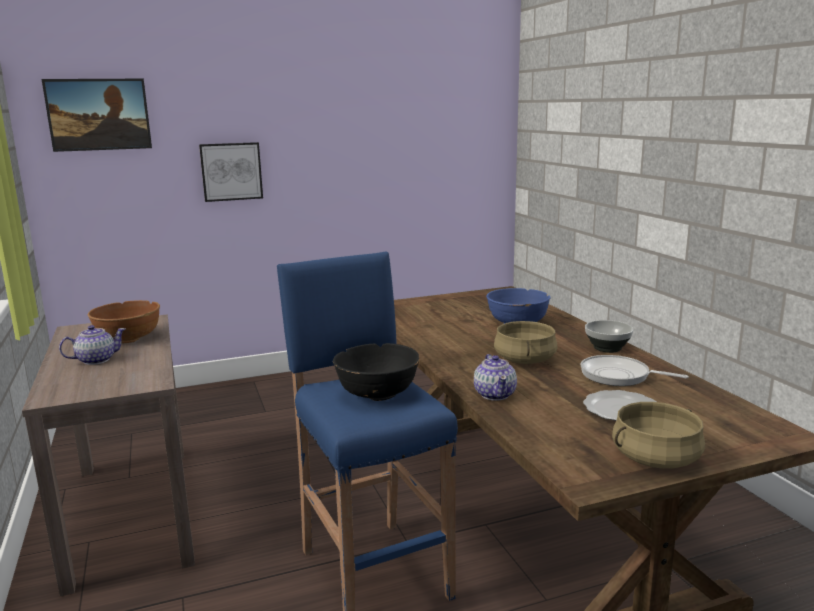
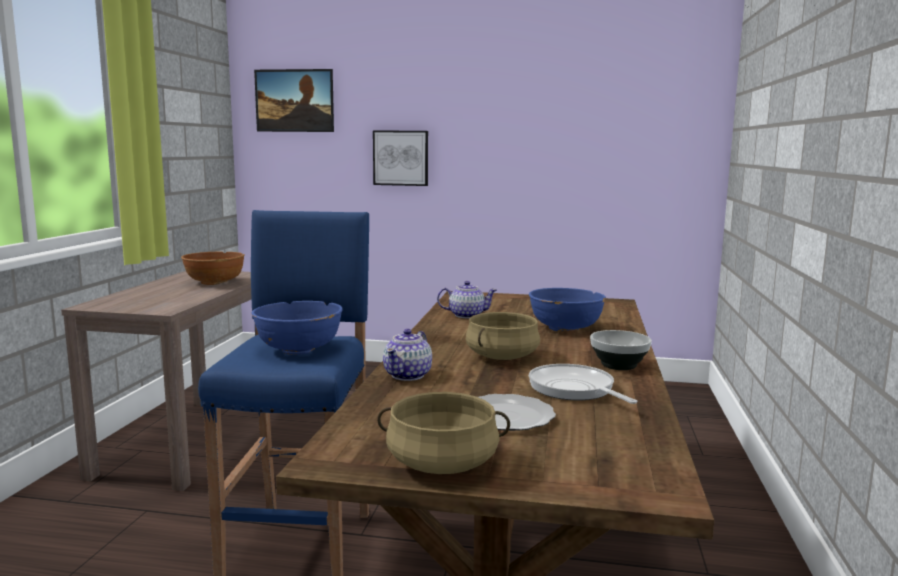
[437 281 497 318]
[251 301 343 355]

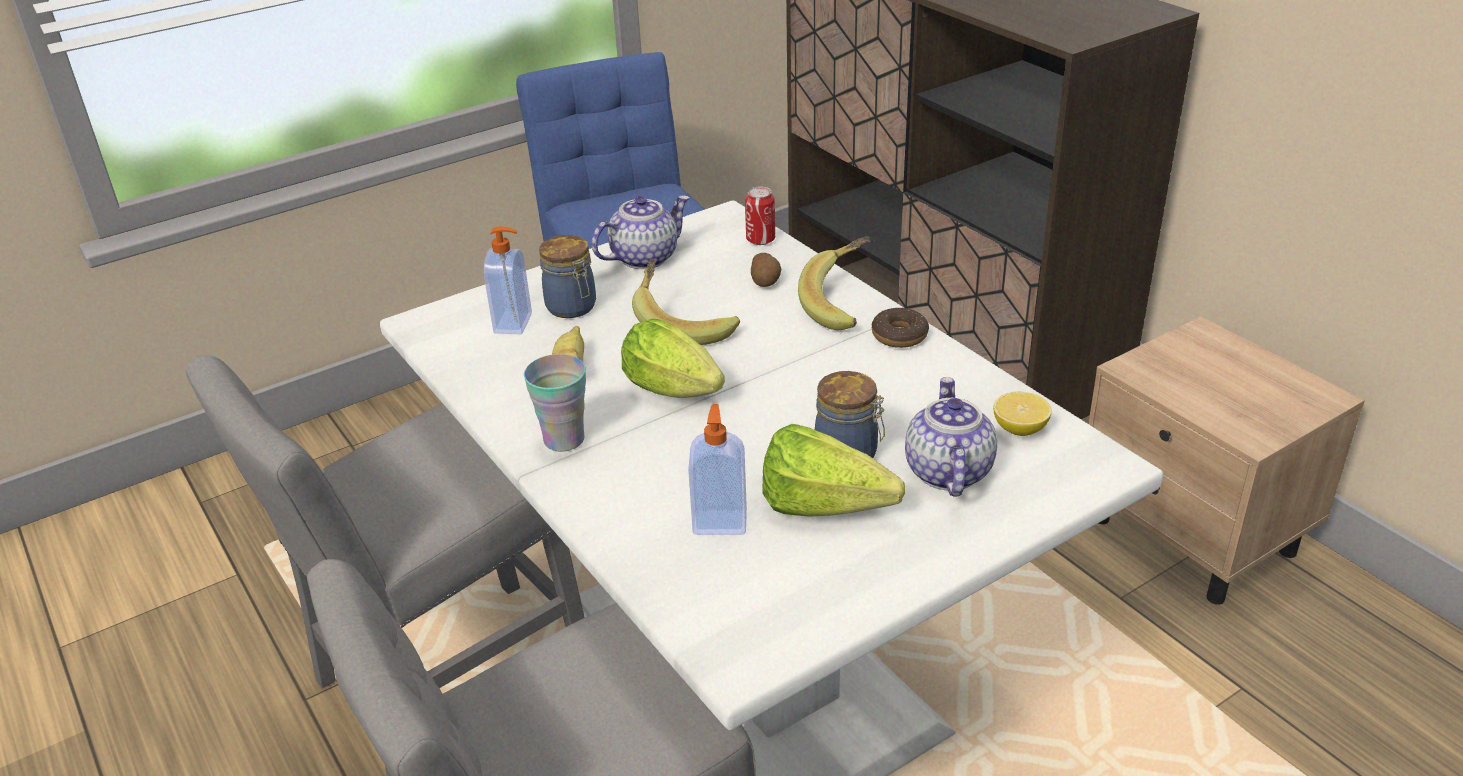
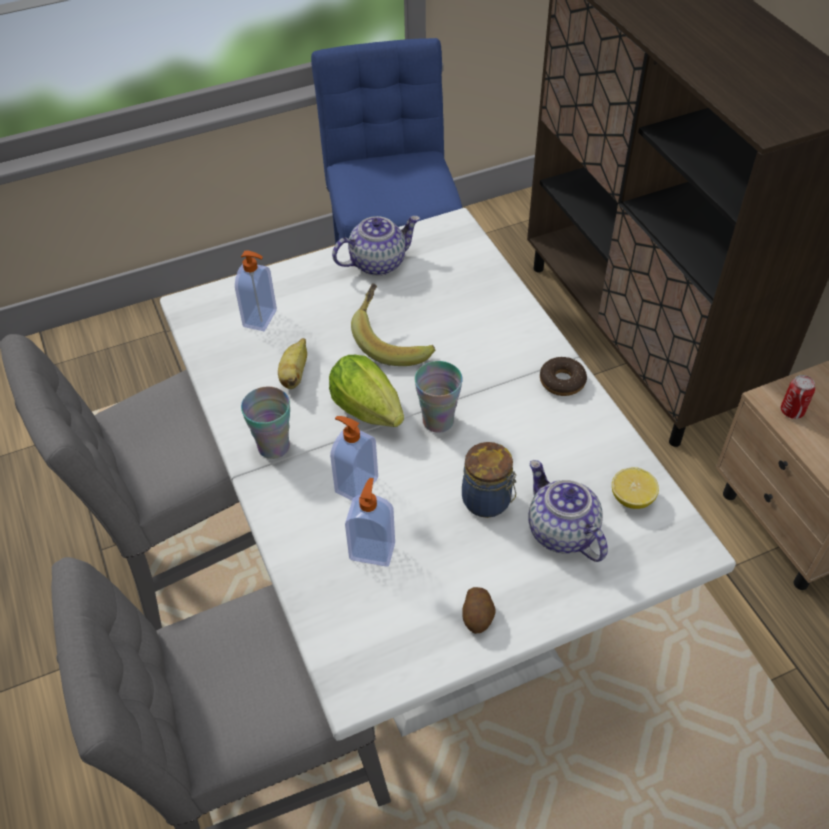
[539 235 596 318] (first image)
[781 375 815 419]
[462 587 496 634]
[762 424 905 517] (first image)
[798 236 870 330] (first image)
[529 460 608 562]
[330 416 378 501]
[415 361 463 433]

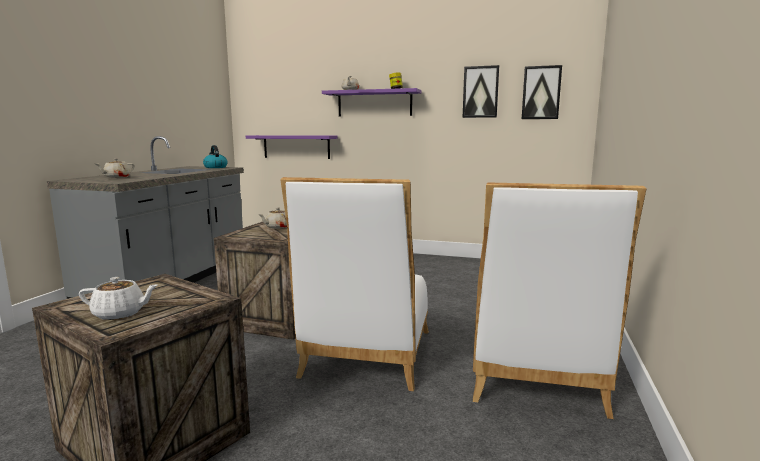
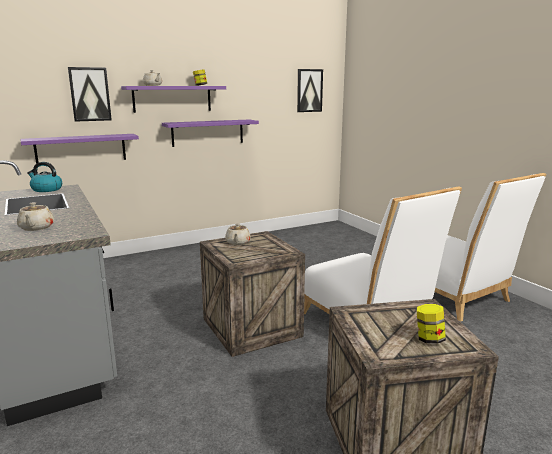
[417 304 446 344]
[68 67 112 122]
[162 119 259 147]

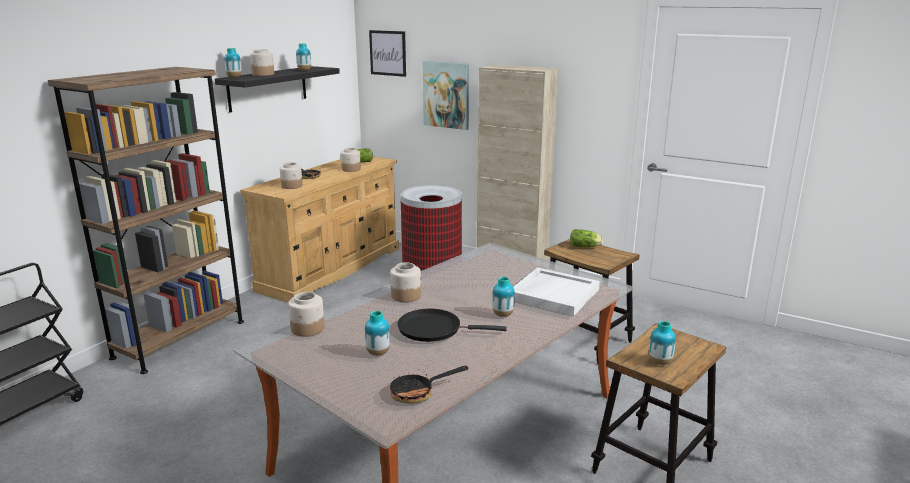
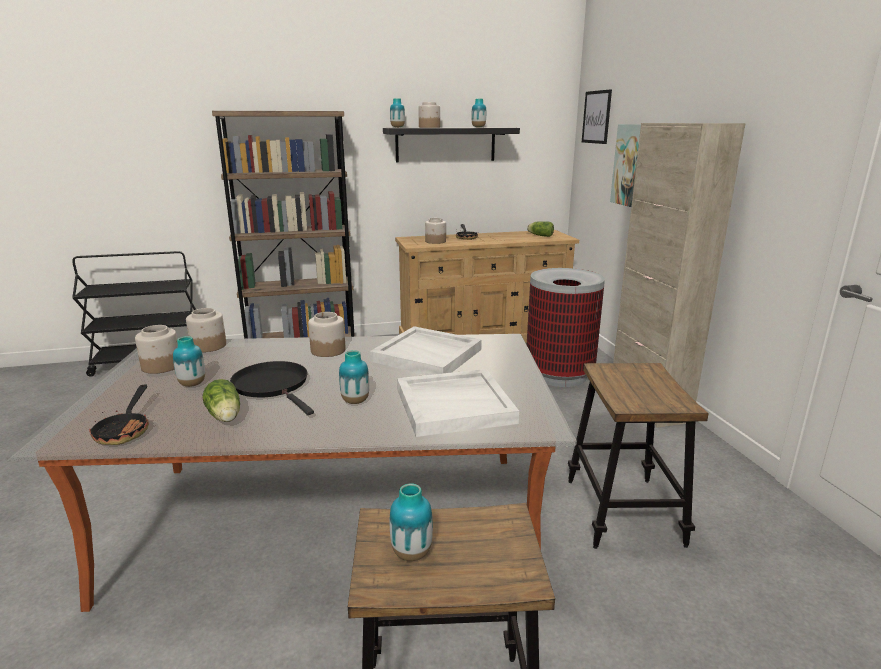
[135 325 178 374]
[89 384 149 445]
[202 379 240 422]
[370 326 482 375]

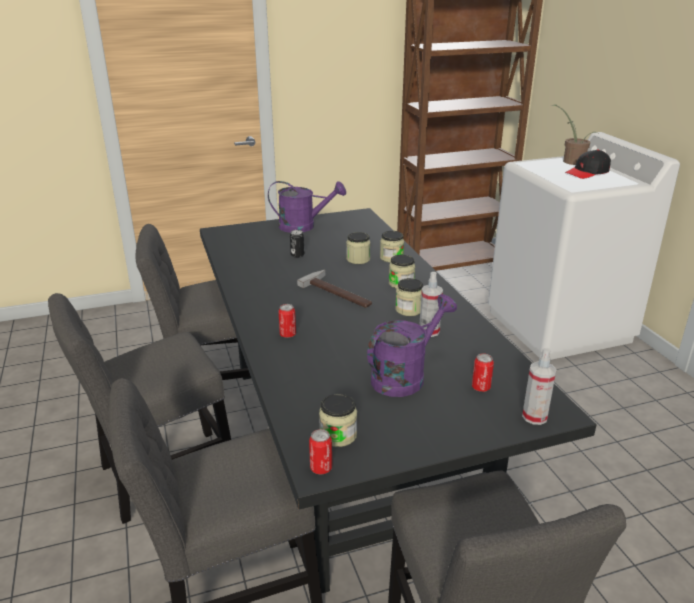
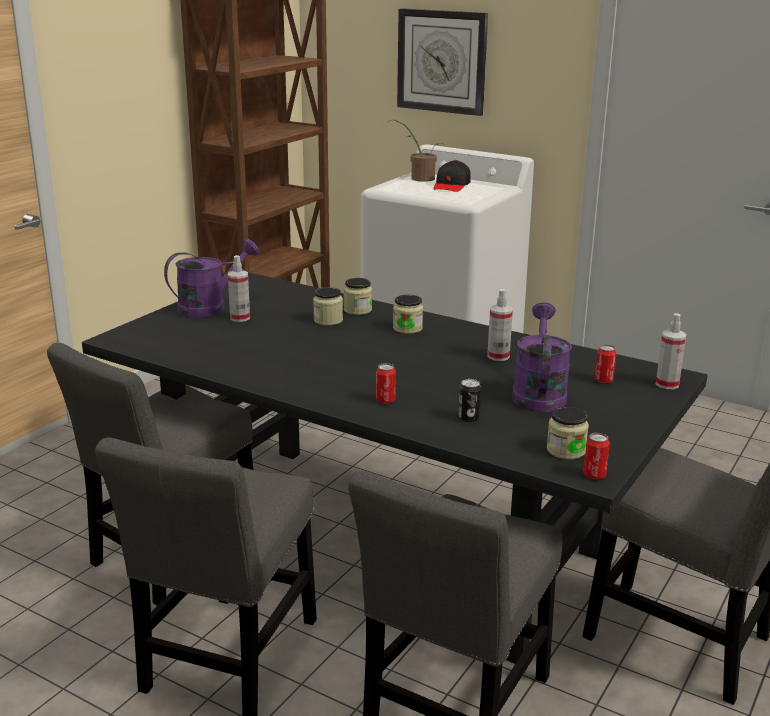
[458 379 481 422]
[297 270 372 308] (first image)
[395 278 423 316] (first image)
[228 255 250 322]
[397 8 488 116]

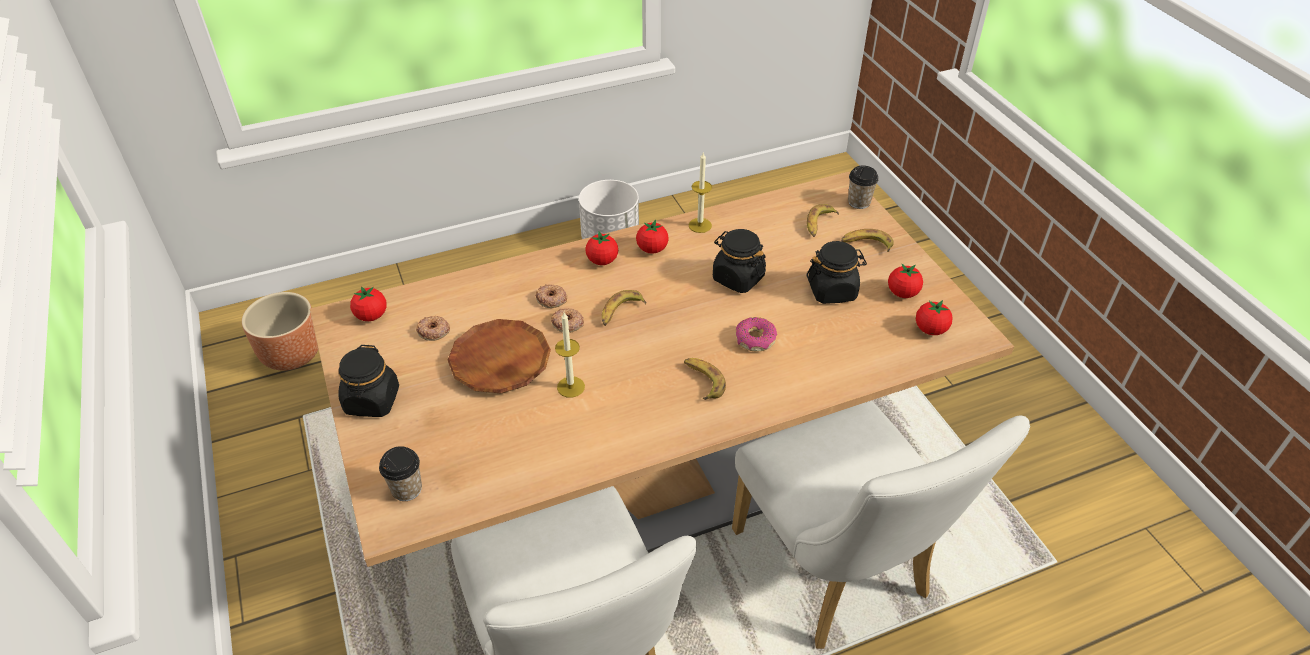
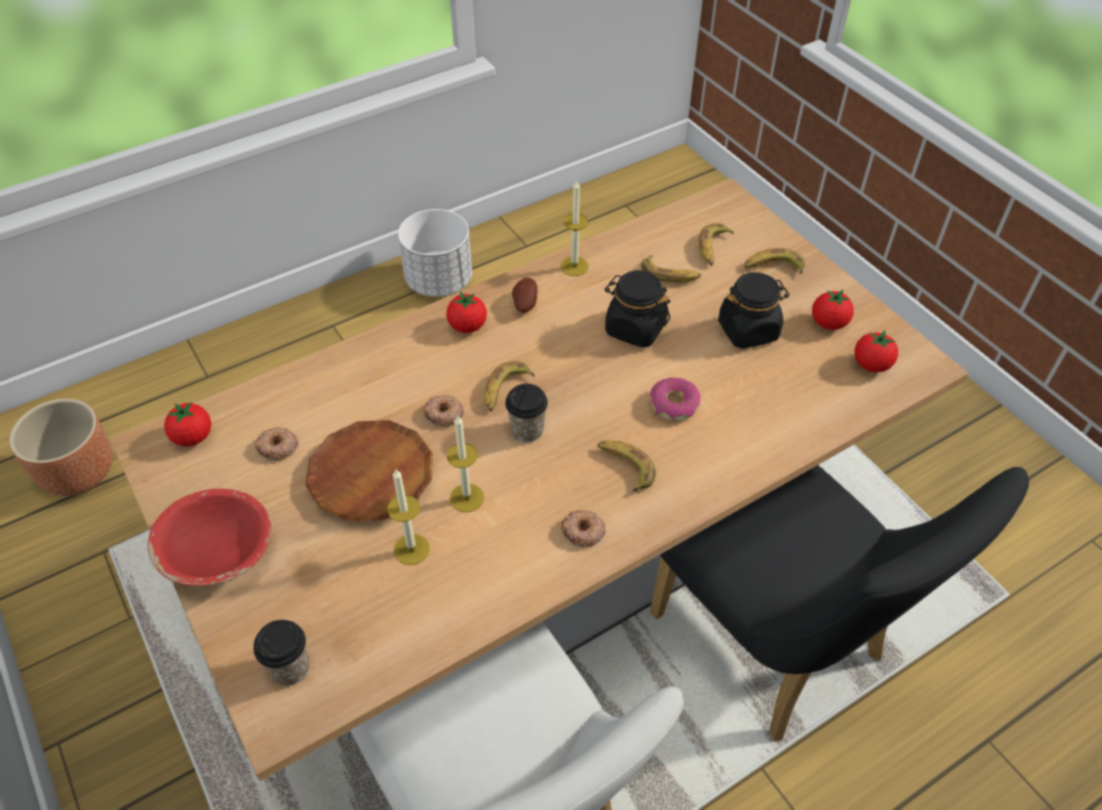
[148 489 271 586]
[561 510 606 548]
[512 278 538 312]
[650 465 1029 741]
[505 383 548 443]
[388 469 430 565]
[641 256 701 283]

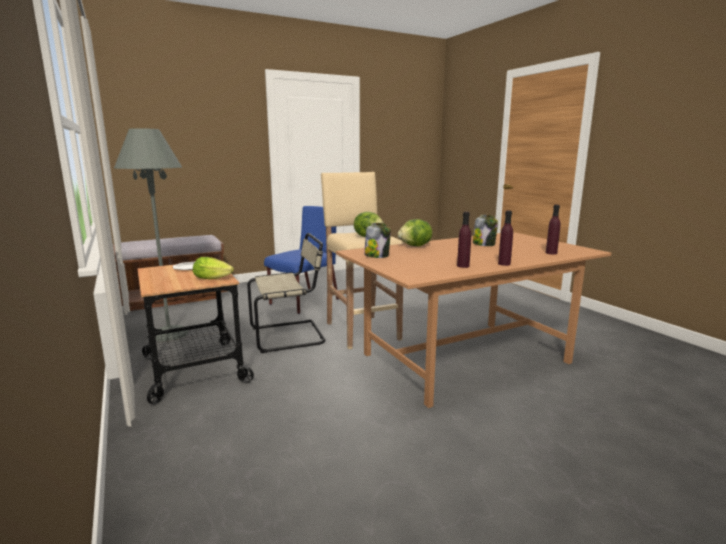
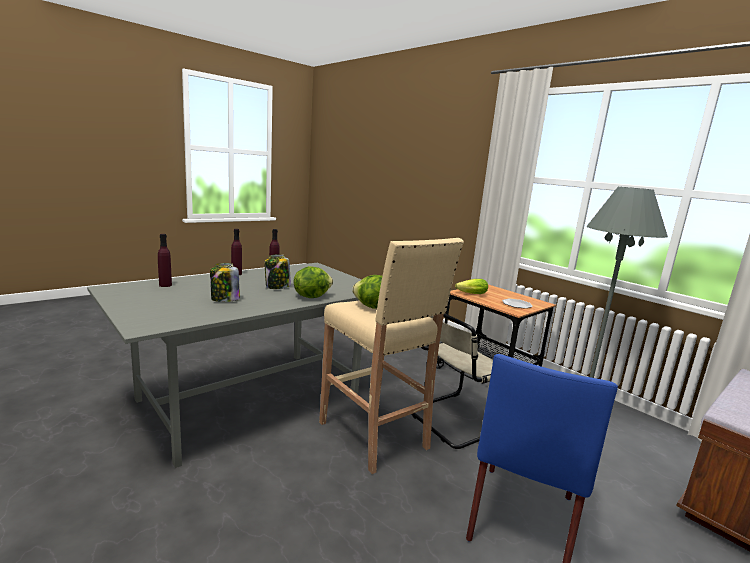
[87 263 362 468]
[265 254 291 289]

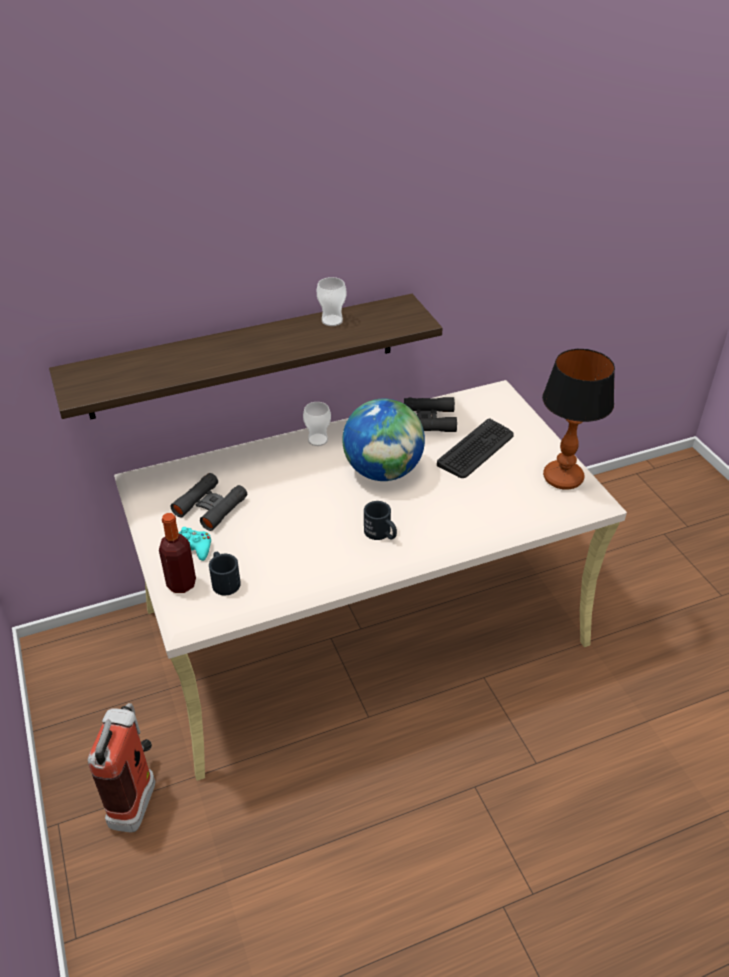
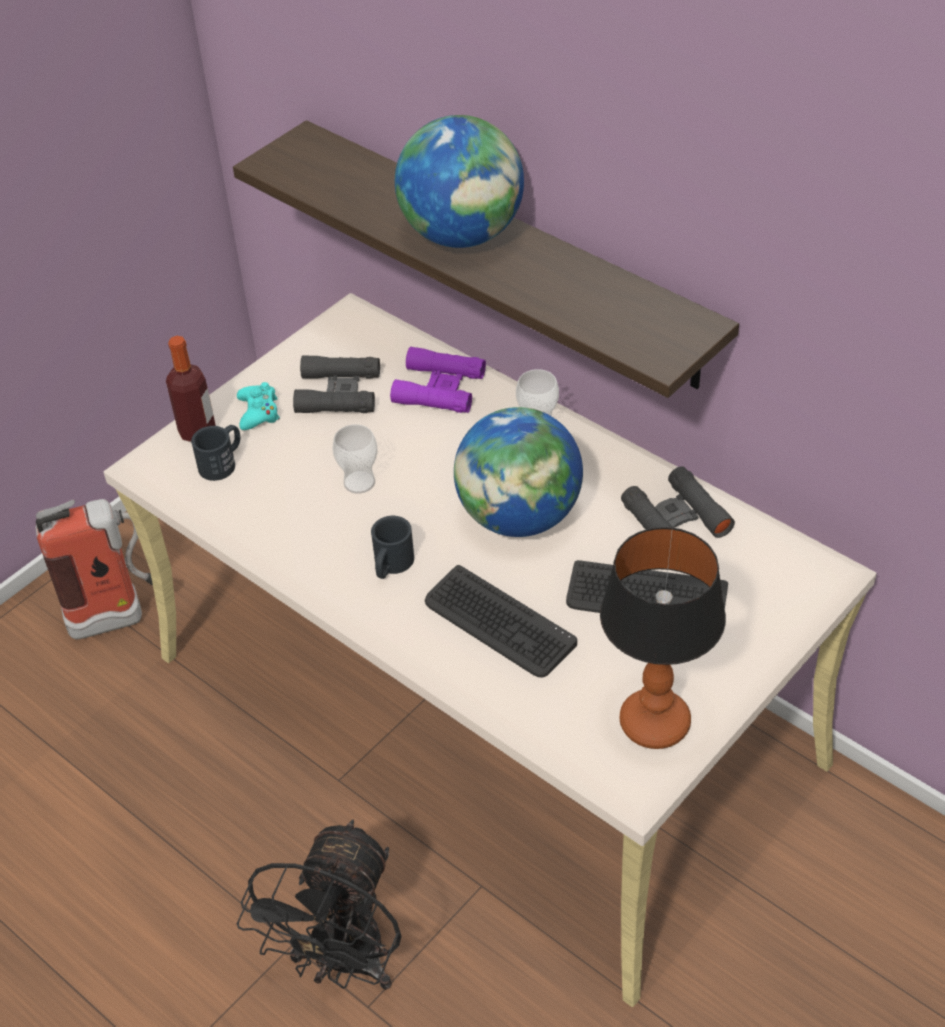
[332 424 378 494]
[236 819 401 990]
[390 347 486 413]
[395 115 524 248]
[425 565 577 677]

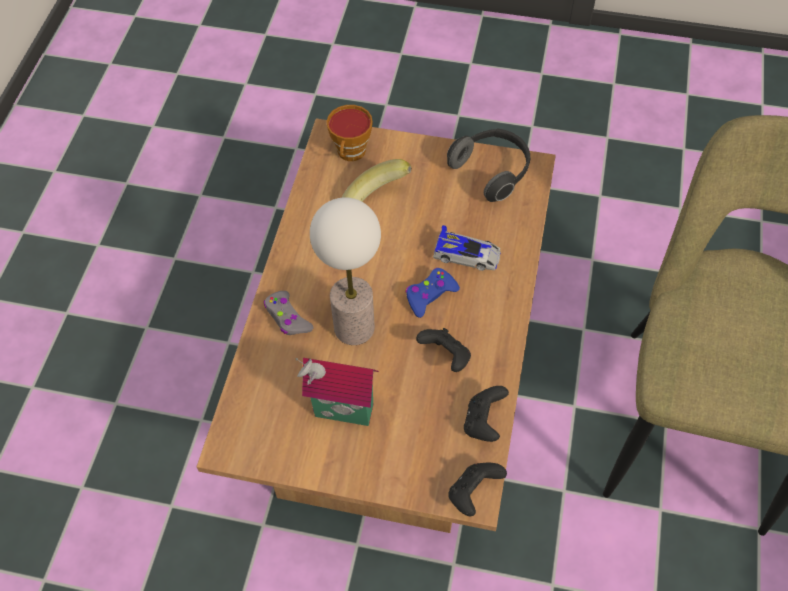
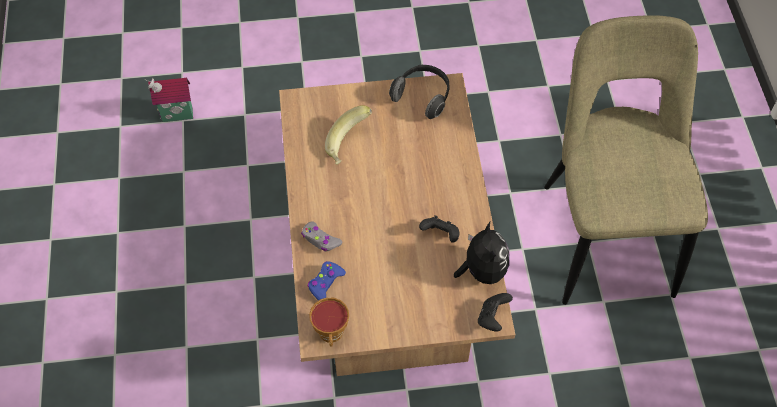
[145 78 193 122]
[310 197 381 345] (first image)
[309 297 349 347]
[308 261 346 301]
[433 225 501 271] (first image)
[454 222 510 284]

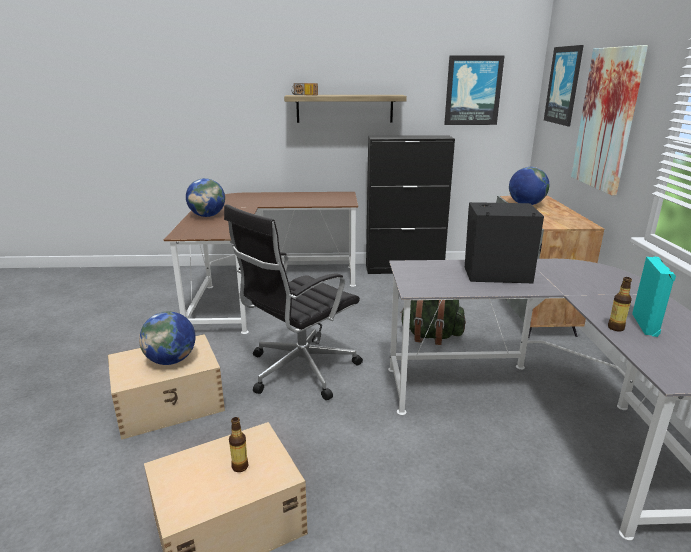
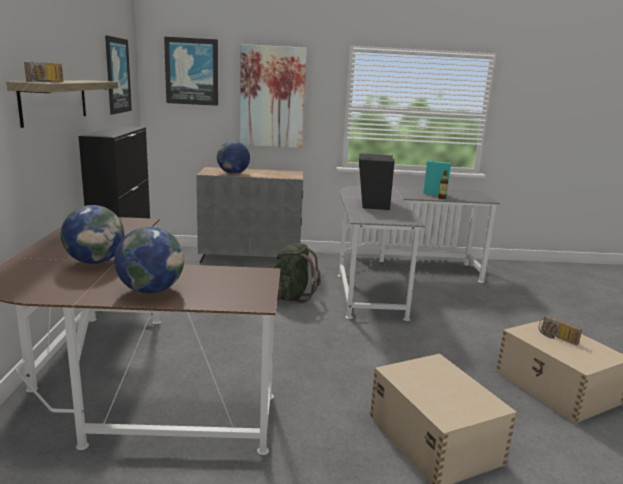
[61 205 124 264]
[224 204 363 400] (first image)
[539 316 582 345]

